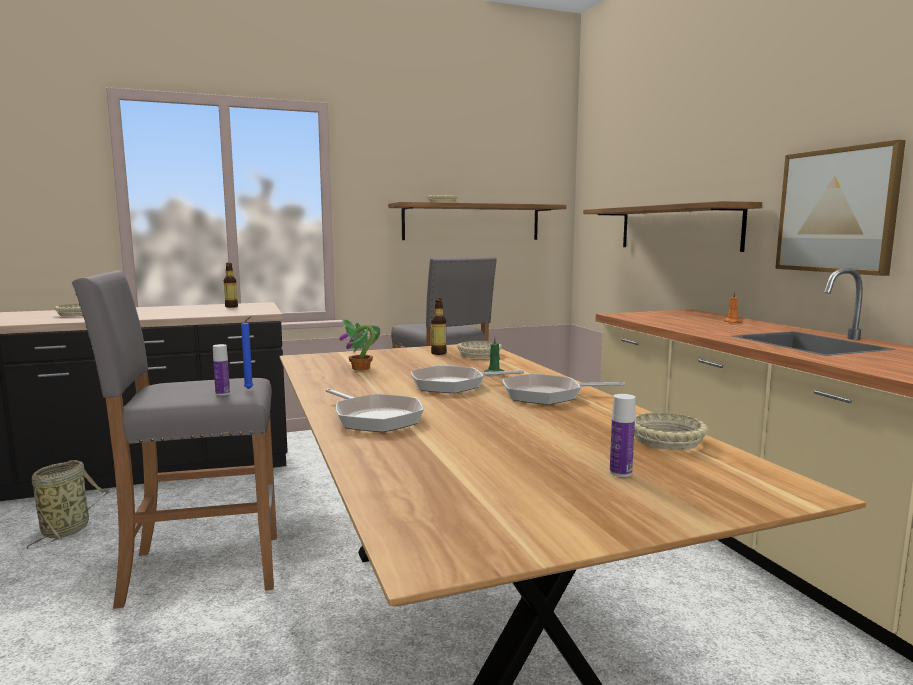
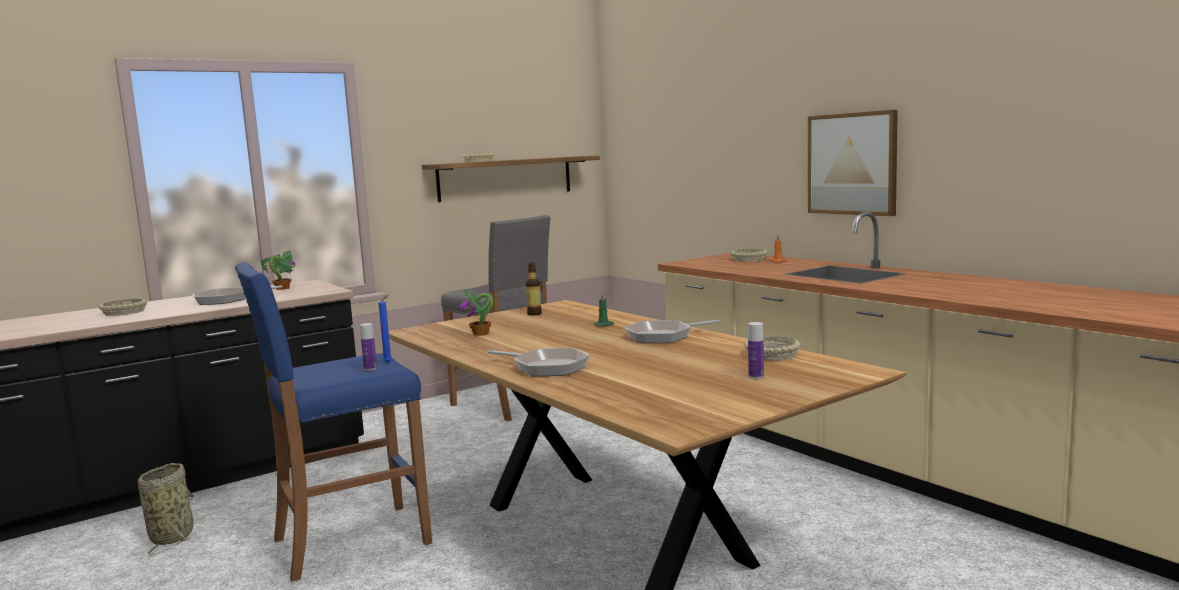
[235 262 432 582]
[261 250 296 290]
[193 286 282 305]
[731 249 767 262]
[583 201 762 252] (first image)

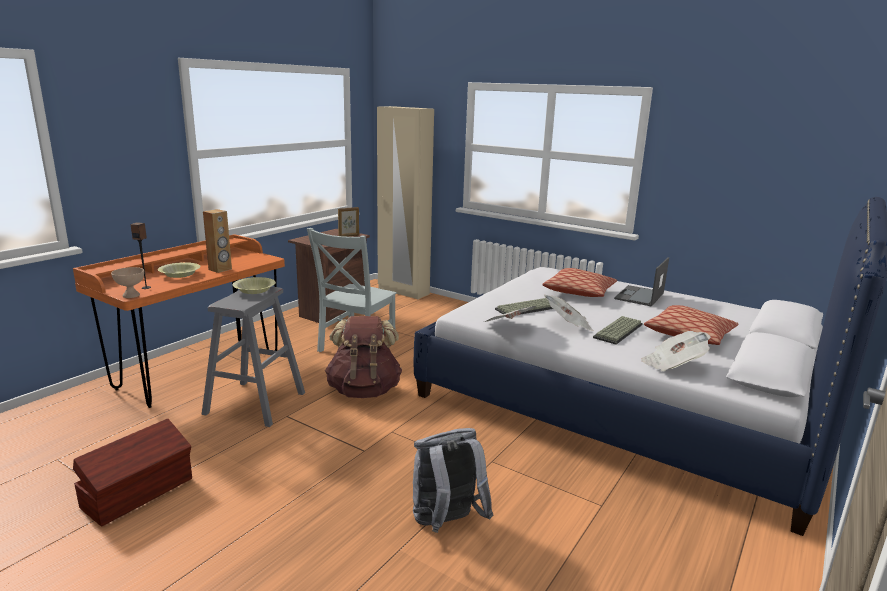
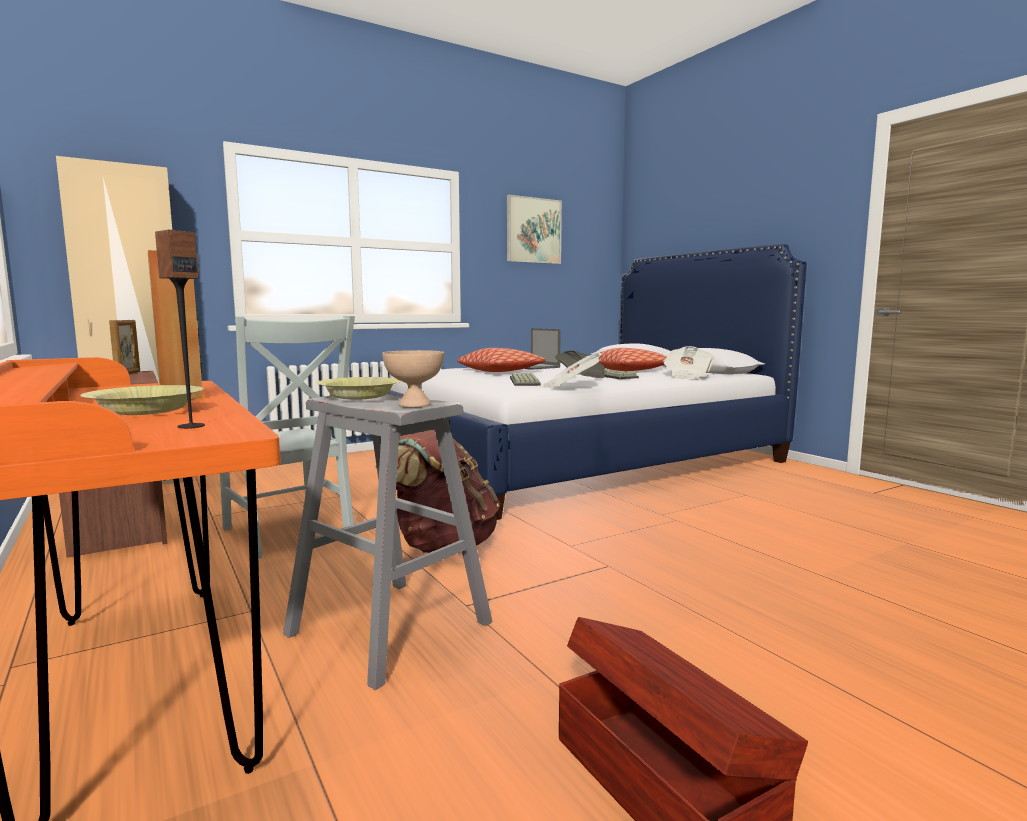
[382 350 444 407]
[413 428 493 533] (first image)
[507 195 562 264]

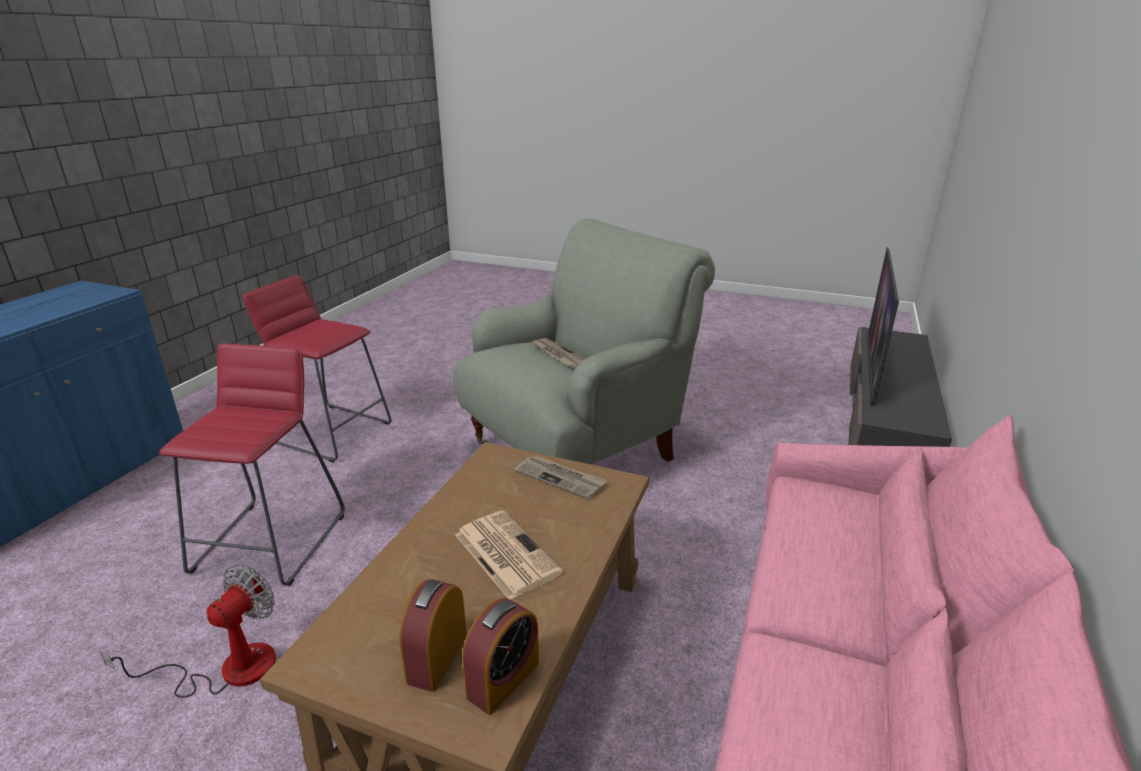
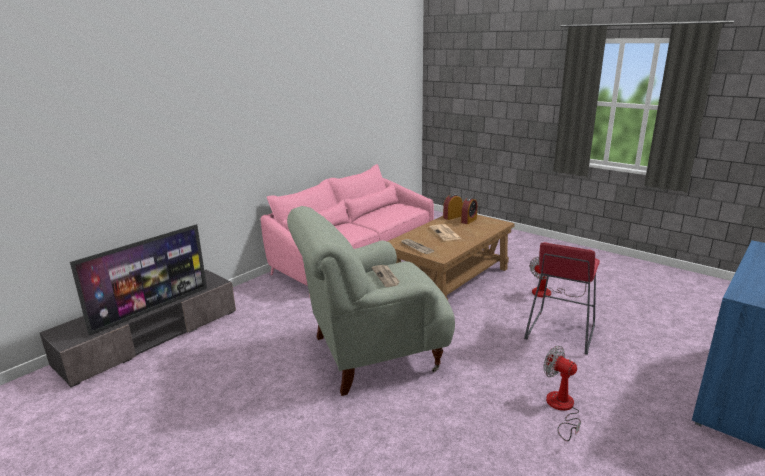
[544 346 581 441]

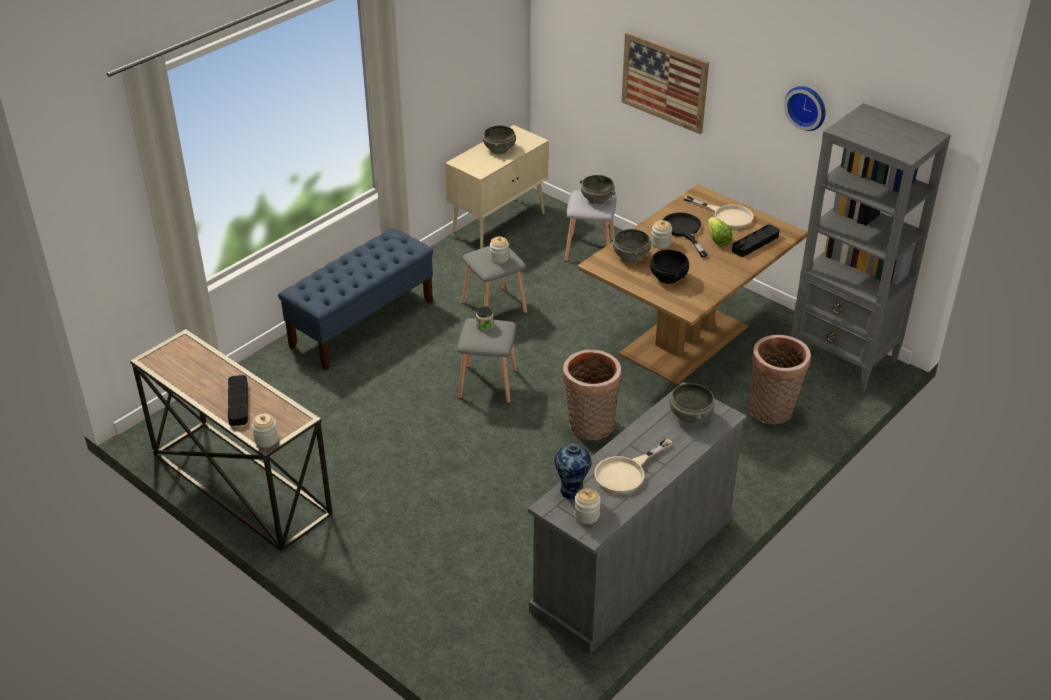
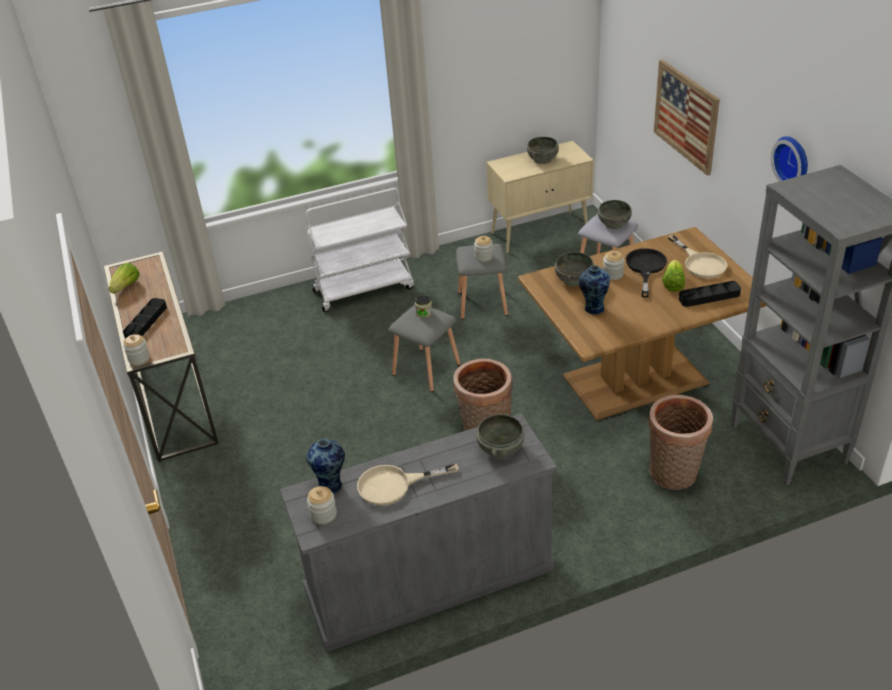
[306 188 414 312]
[579 265 610 314]
[109 263 140 293]

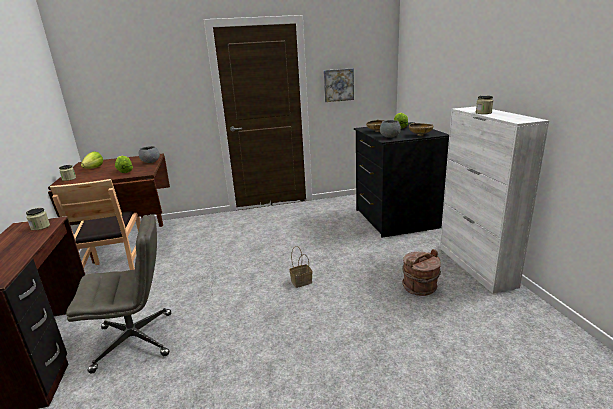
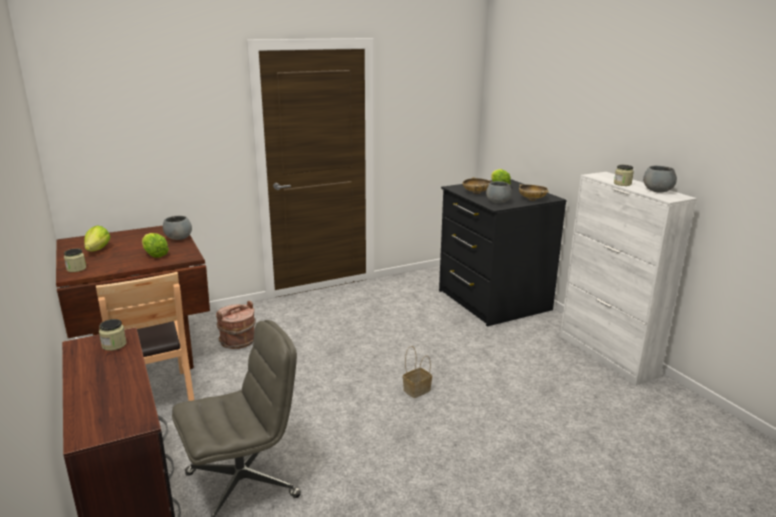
[324 68 354 102] (first image)
[216 300 256 349]
[643 166 677 192]

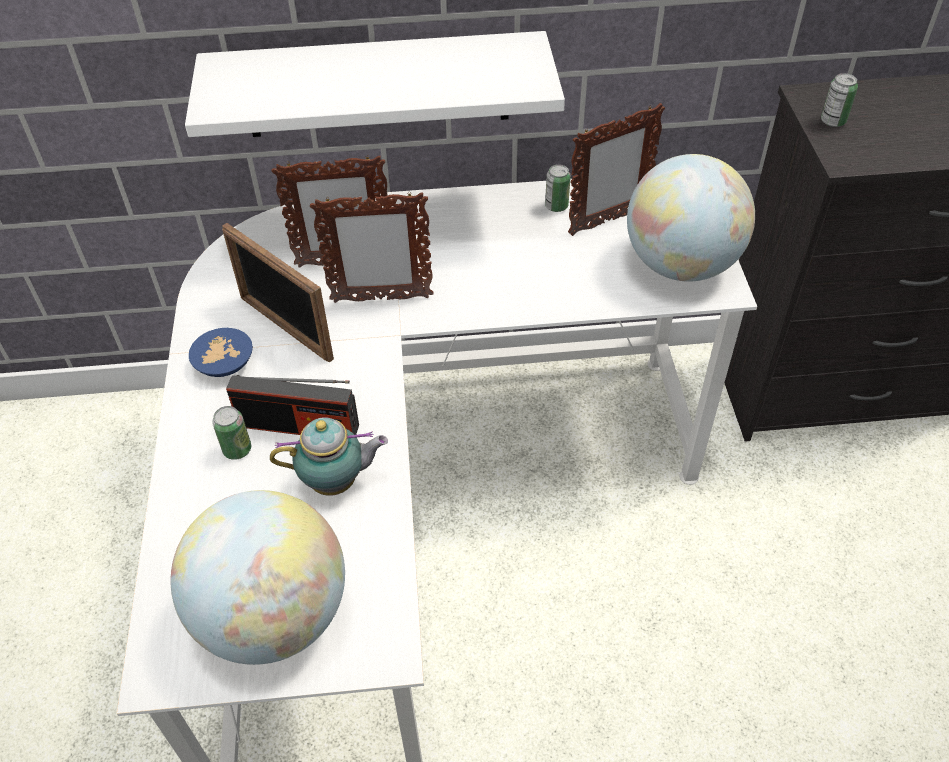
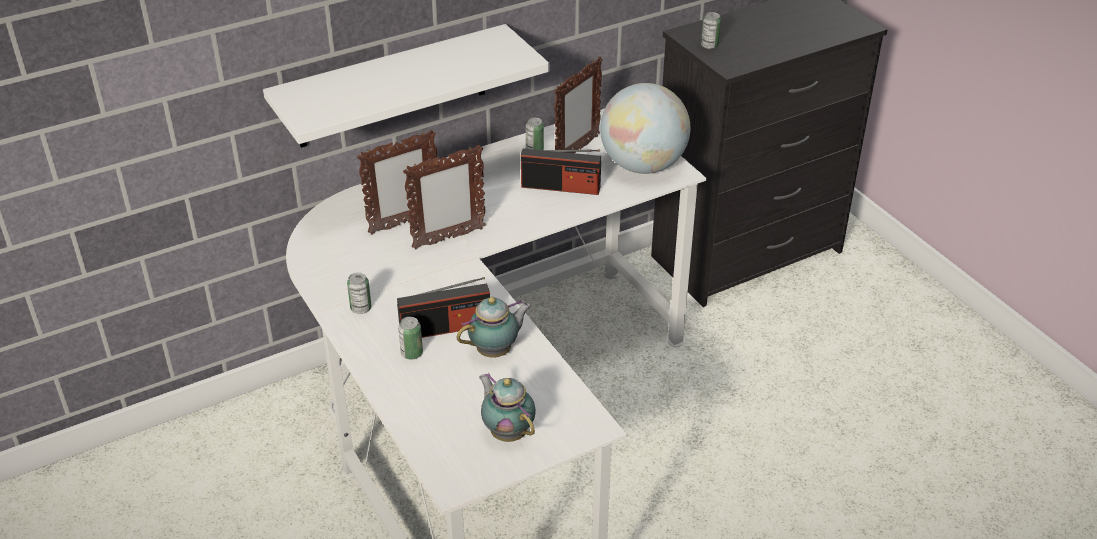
[479 373 536 442]
[347 272 372 314]
[222 223 334 363] (first image)
[521 149 601 195]

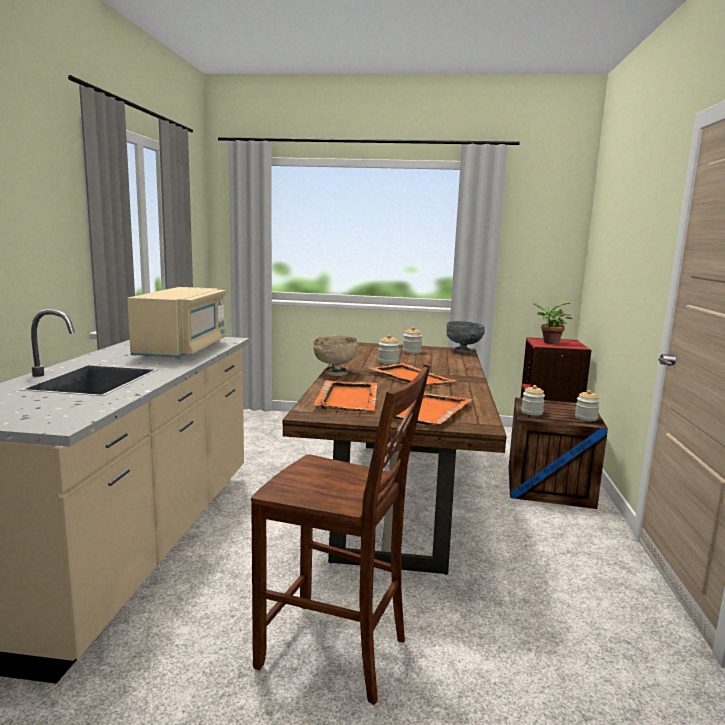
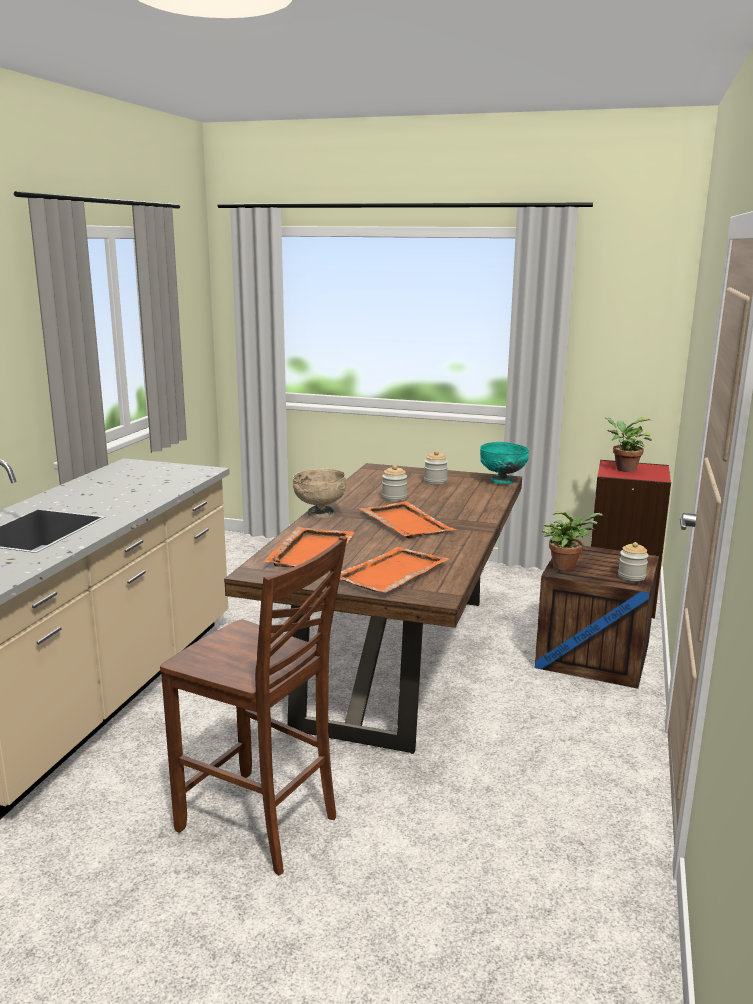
[127 287 227 358] (first image)
[480 442 529 484]
[542 511 604 571]

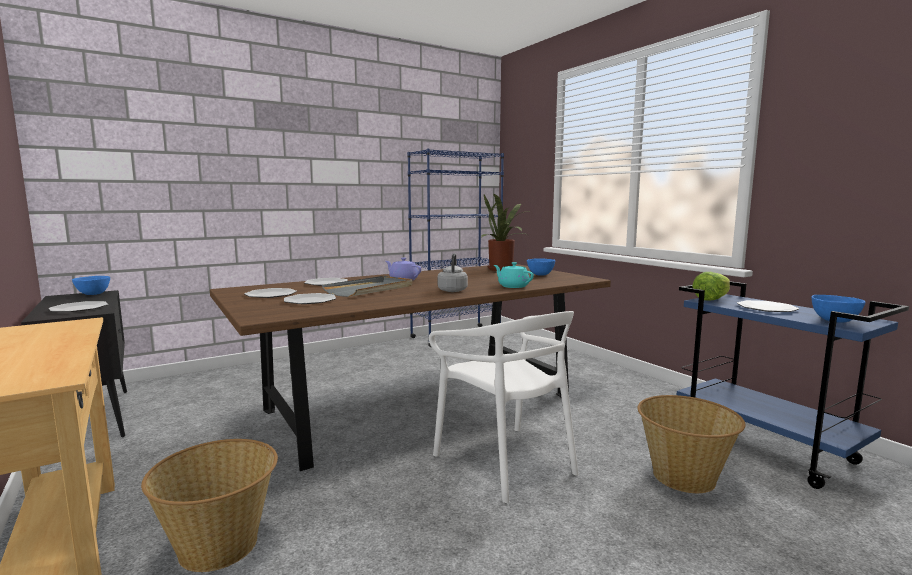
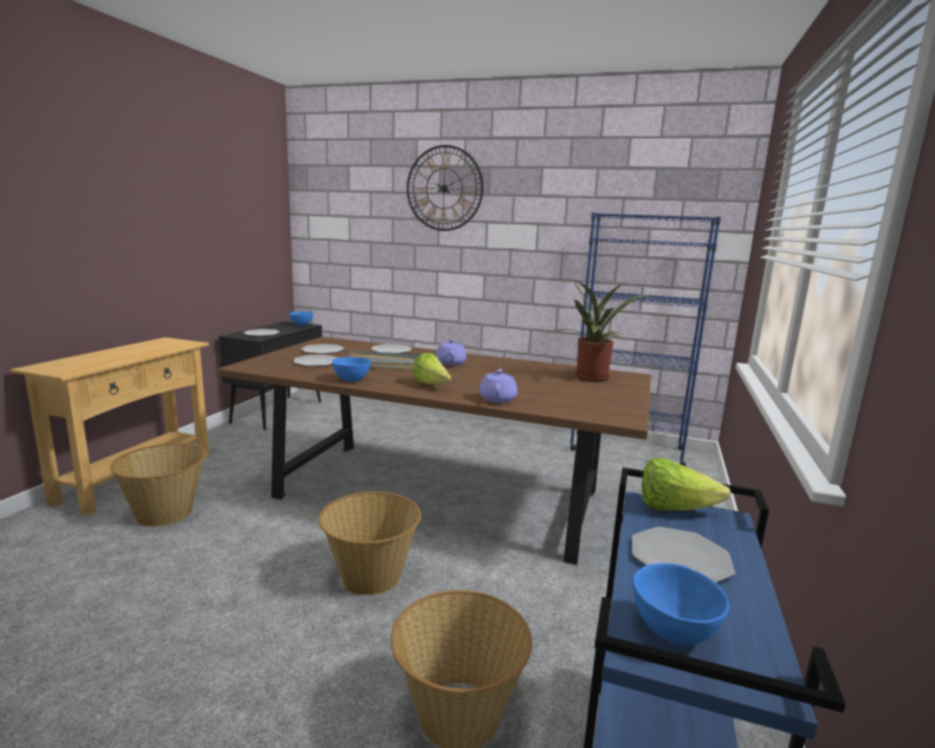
[318 492 421 595]
[413 353 451 384]
[479 368 518 403]
[332 357 371 382]
[407 145 483 231]

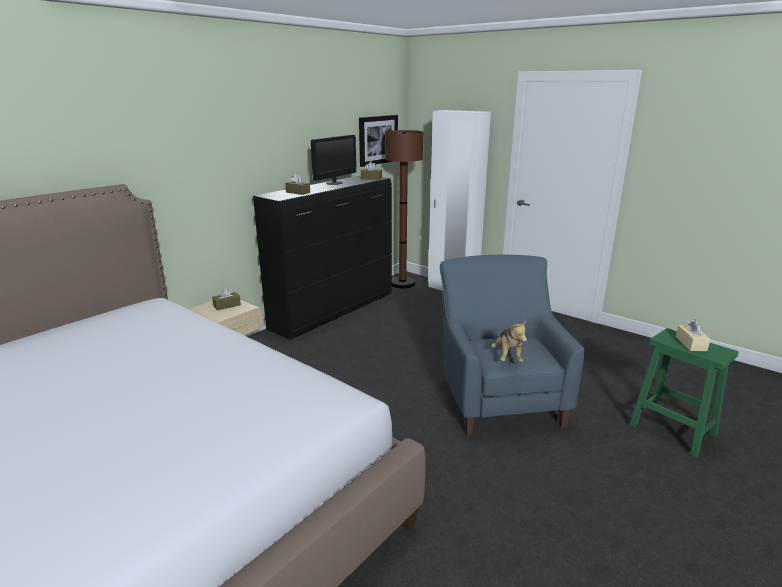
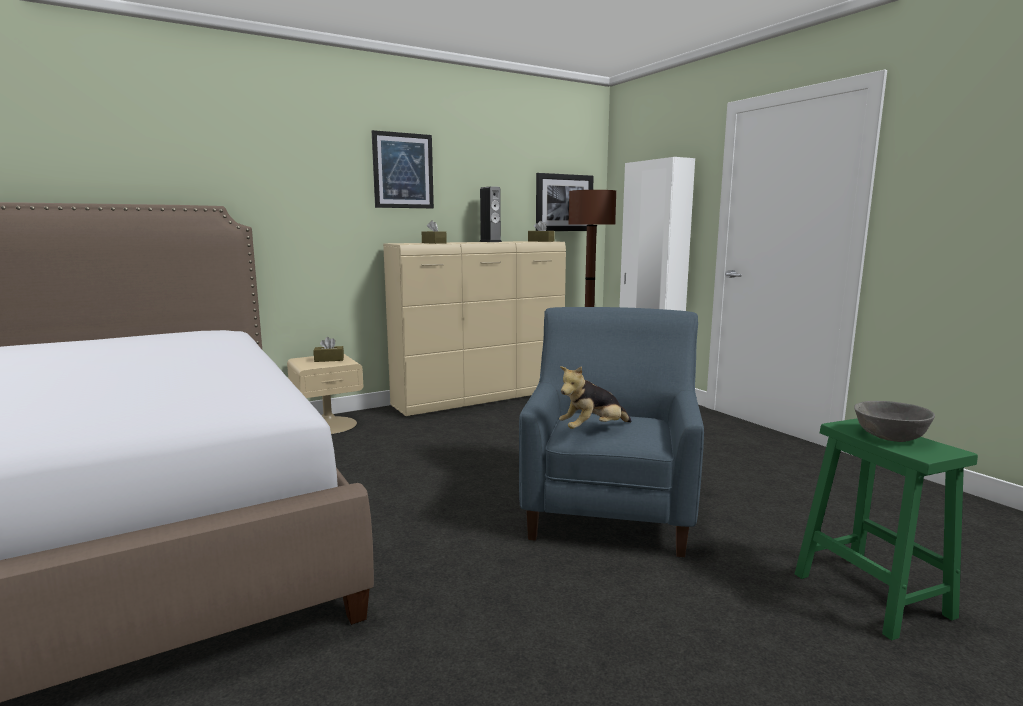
[383 241 566 416]
[479 186 502 242]
[559 366 632 429]
[854 401 935 442]
[372 130 434 208]

